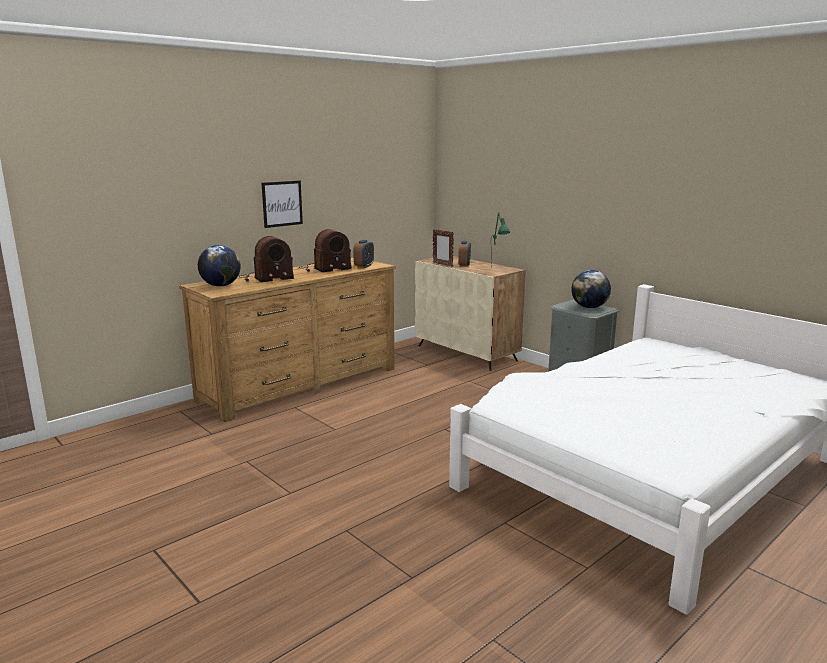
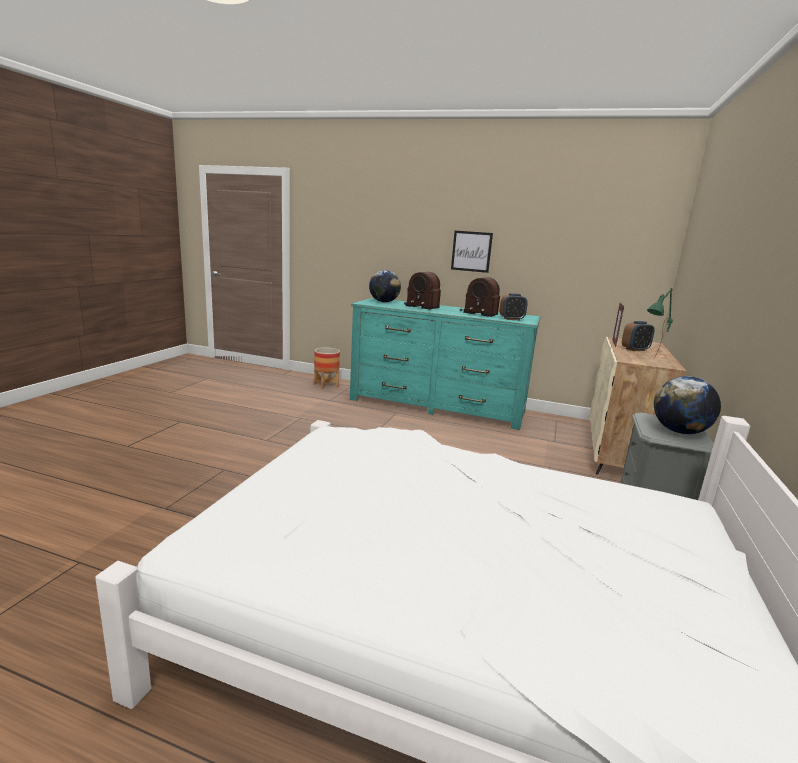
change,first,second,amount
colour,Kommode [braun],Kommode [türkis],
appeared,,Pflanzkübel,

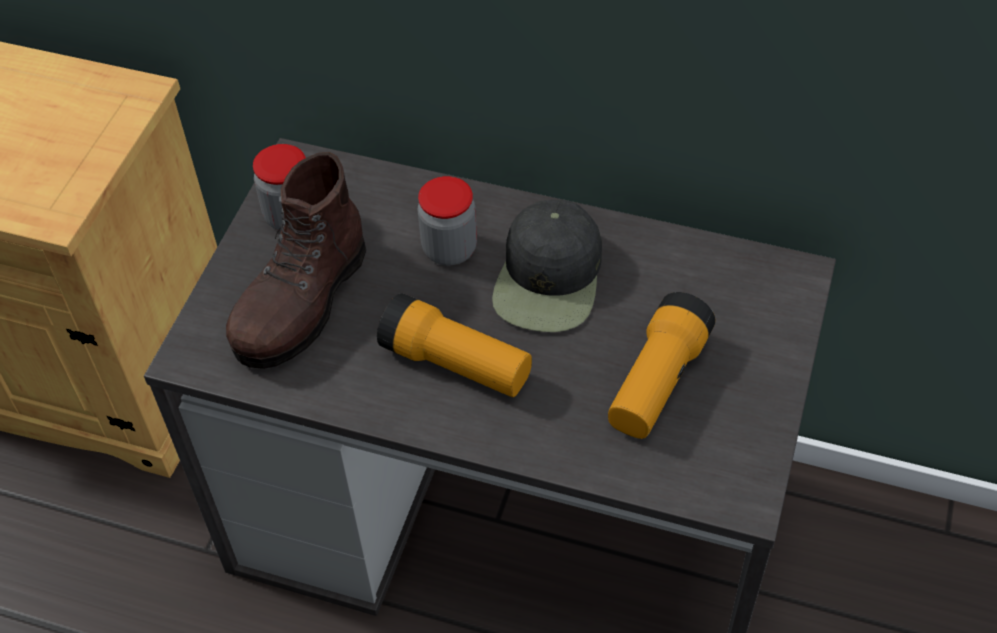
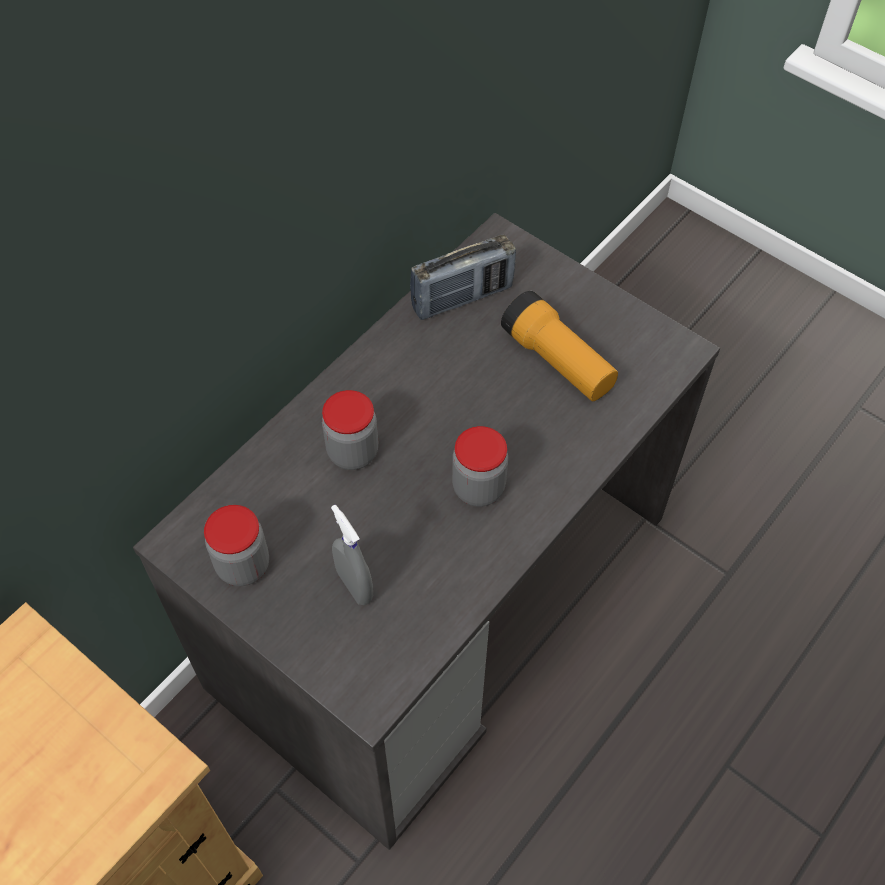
change,first,second,amount
exchanged,Stiefel [braun],Sprühflasche [grau],
exchanged,Taschenlampe (no. 1 from left),Vorratsglas (no. 3 from left),
missing,Kappe [schwarz],,
appeared,,Radio,

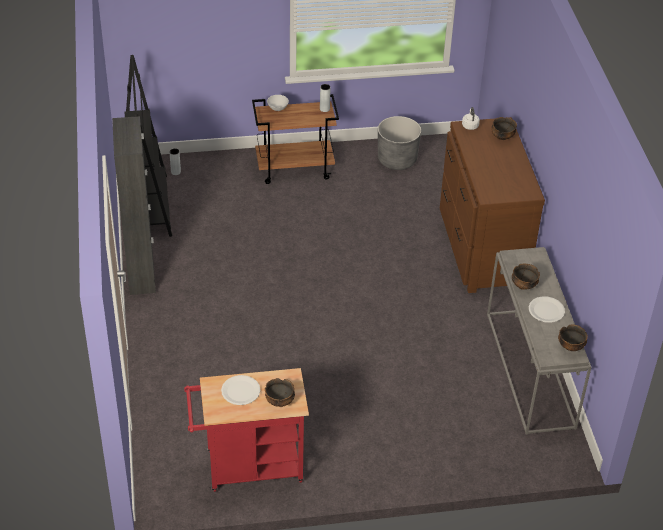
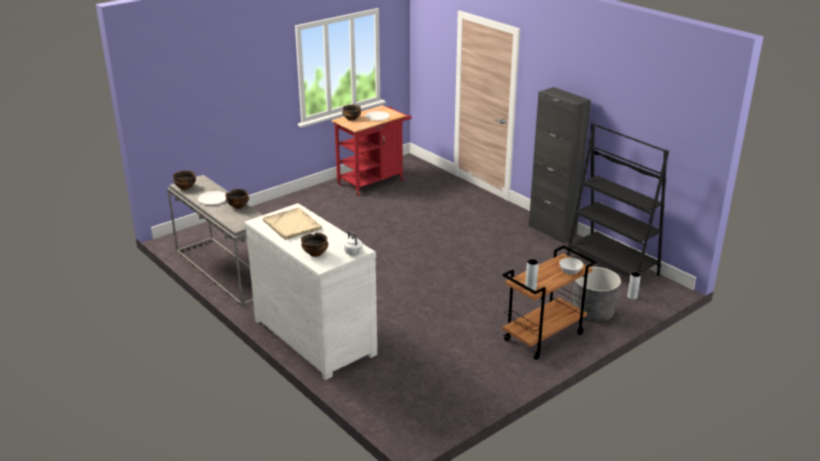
change,first,second,amount
relocated,Pflanzkübel [grau],,
colour,Kommode [braun],Kommode [weiß],
appeared,,Tablett [beige],

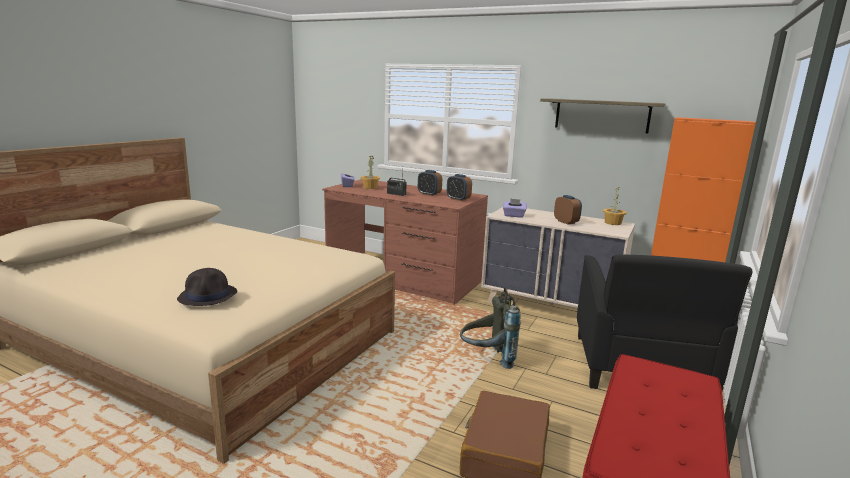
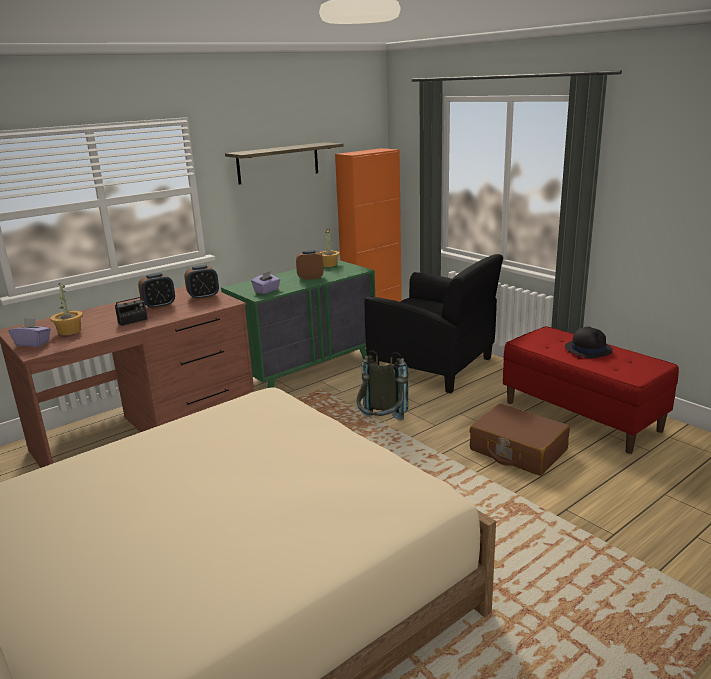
change,first,second,amount
relocated,Hut [schwarz],,
colour,Kommode [beige],Kommode [grün],

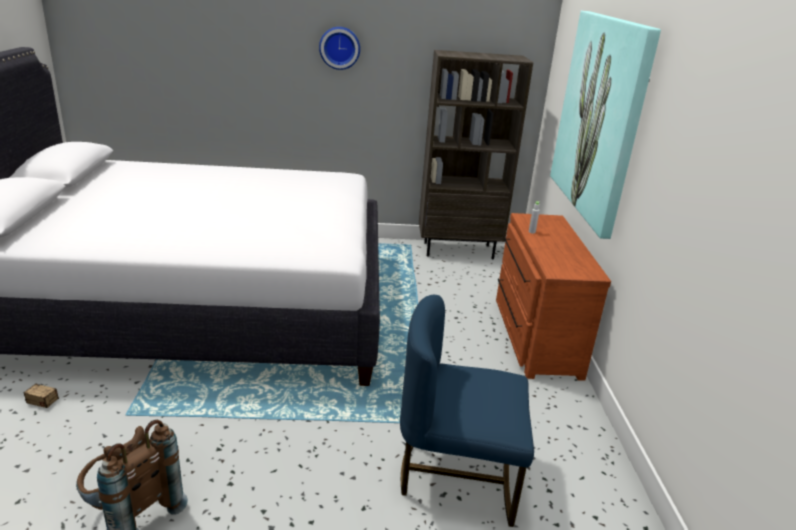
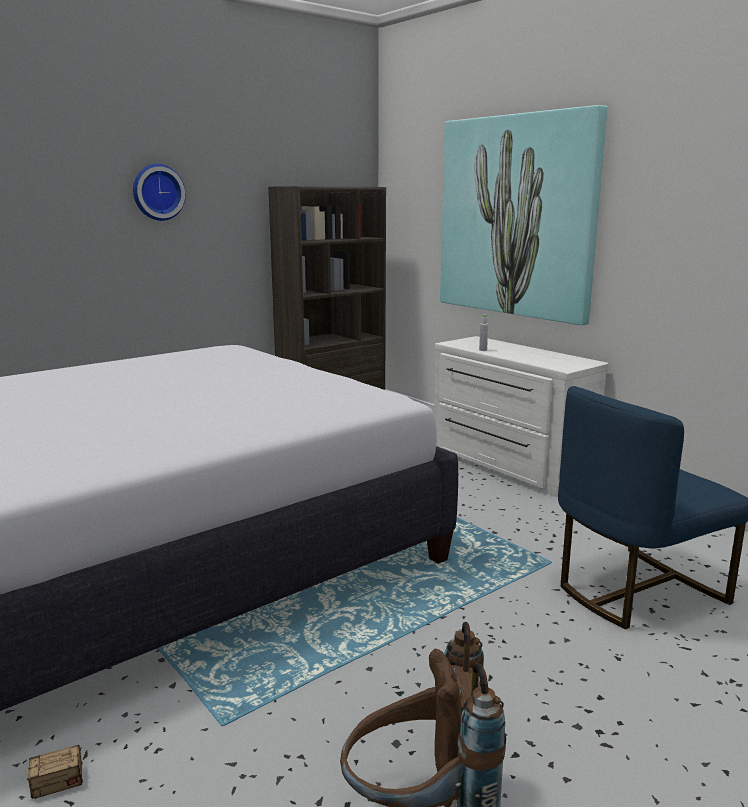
change,first,second,amount
colour,Kommode [braun],Kommode [weiß],

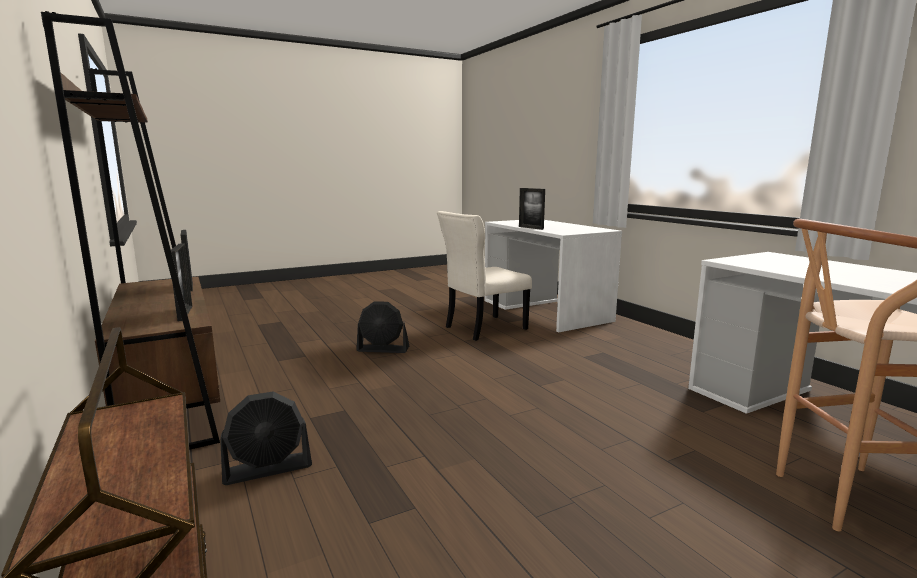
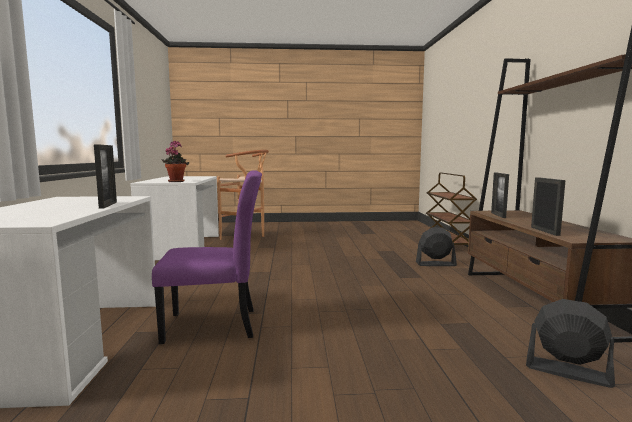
change,first,second,amount
relocated,Ventilator [schwarz] (no. 2 from left),,
colour,Stuhl [beige],Stuhl [lila],
appeared,,Topfpflanze,

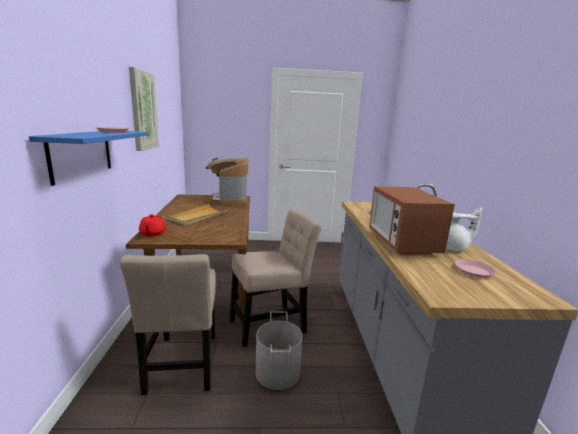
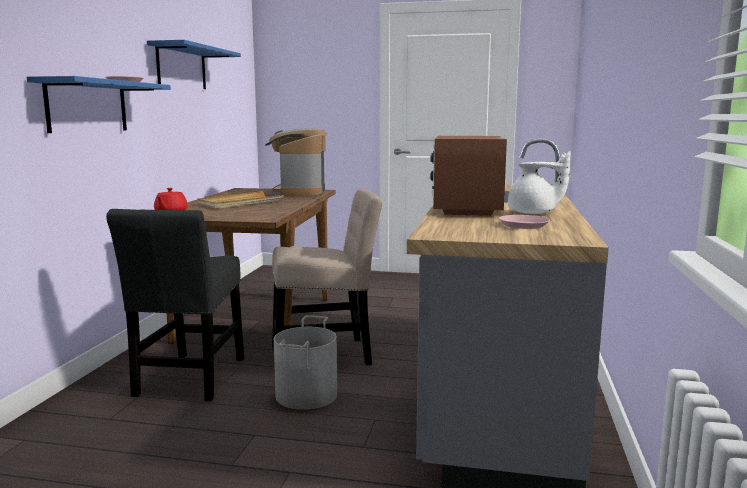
change,first,second,amount
colour,Stuhl [beige] (no. 1 from left),Stuhl [schwarz],
exchanged,Bild,Wandregal [blau] (no. 2 from left),

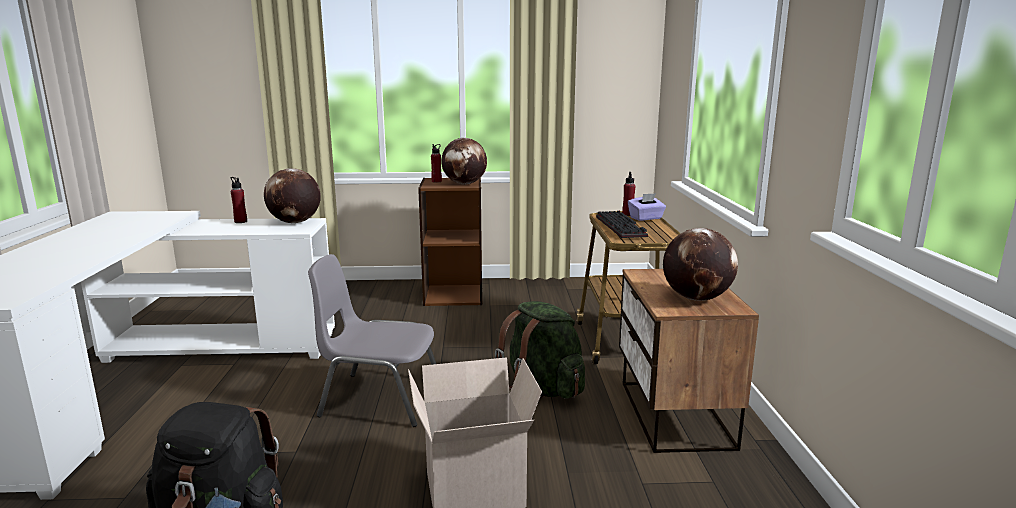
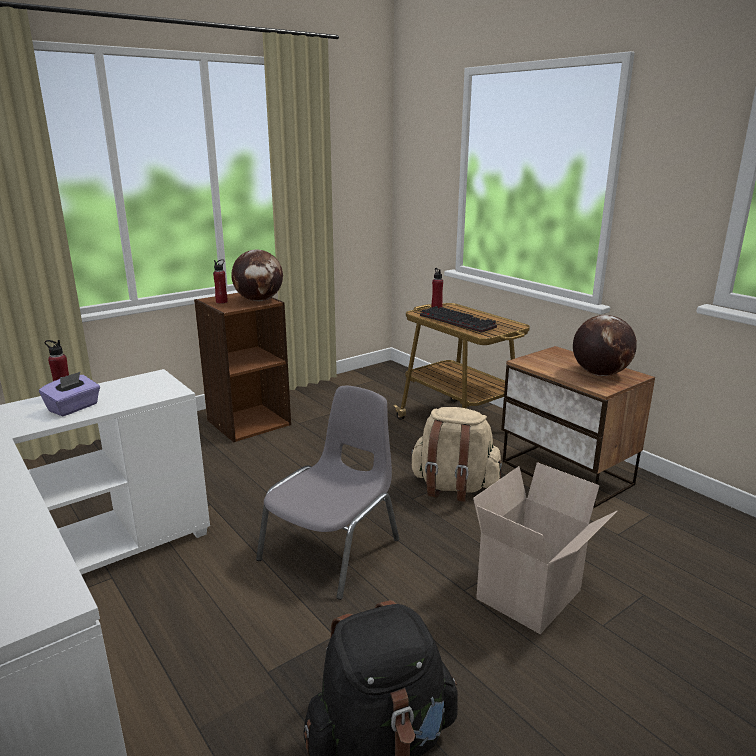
change,first,second,amount
missing,Globus (no. 1 from left),,
spun,Stuhl [grau],,150 degrees clockwise
colour,Rucksack [grün],Rucksack [beige],
relocated,Taschentuchbox [lila],,

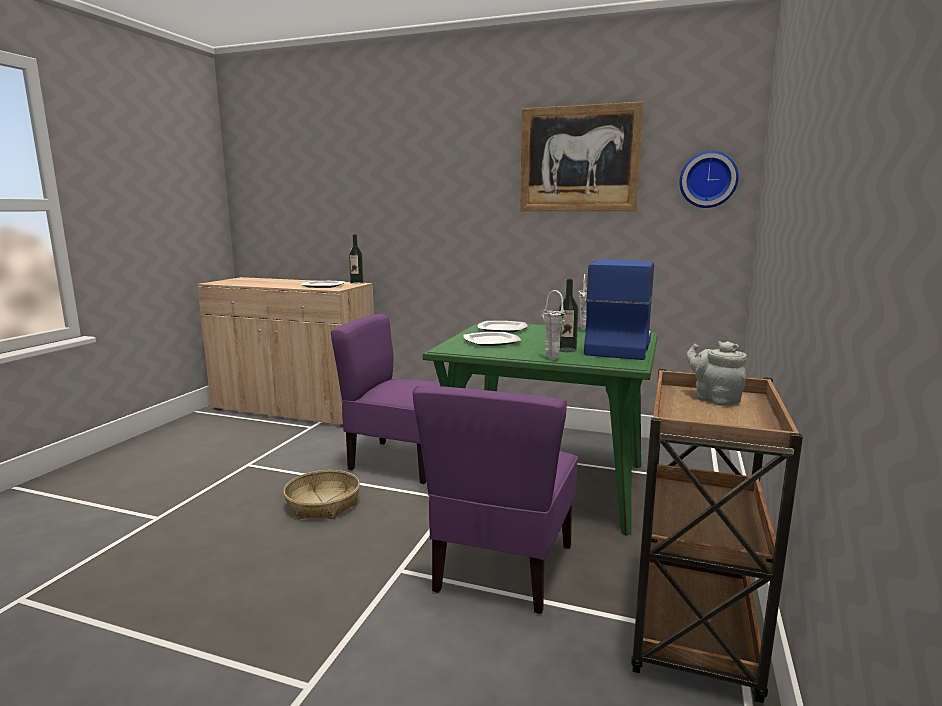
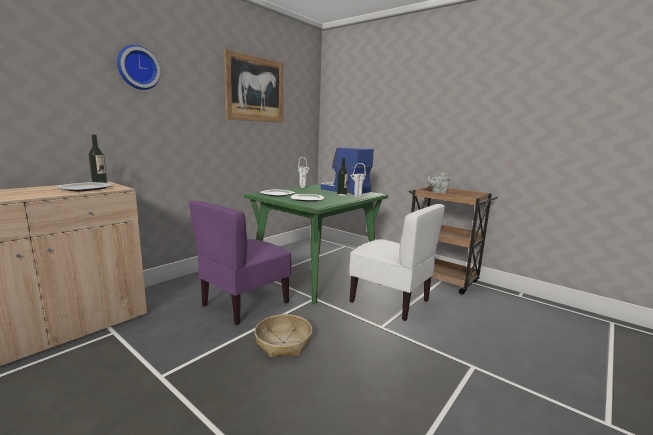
change,first,second,amount
colour,Stuhl [lila] (no. 2 from left),Stuhl [weiß],
relocated,Wanduhr,,

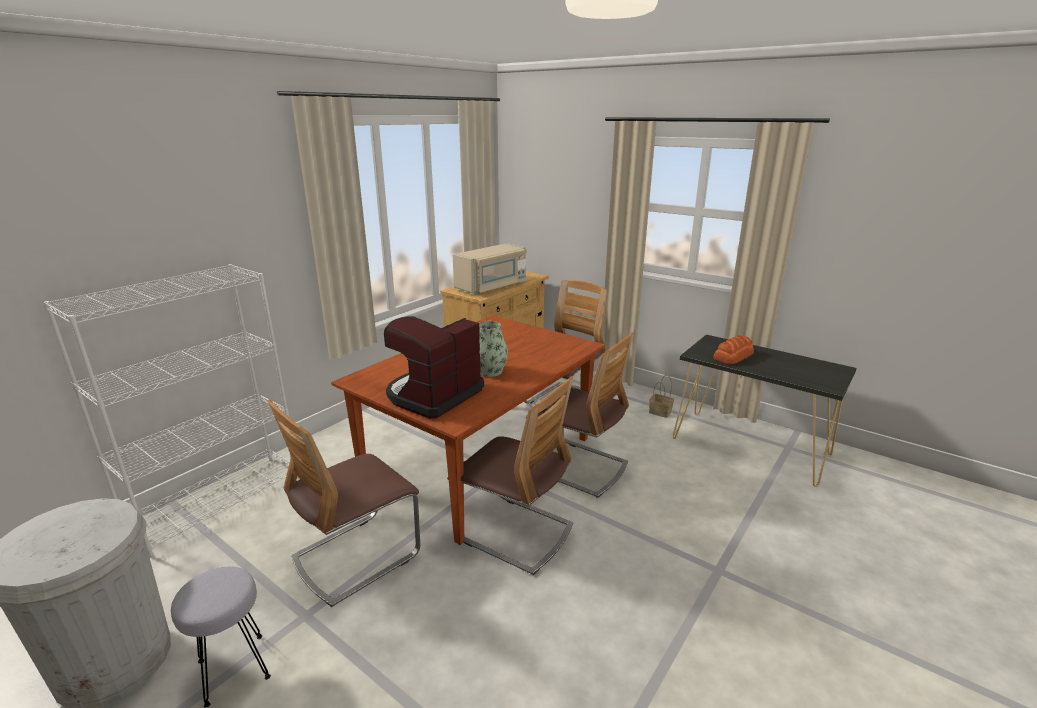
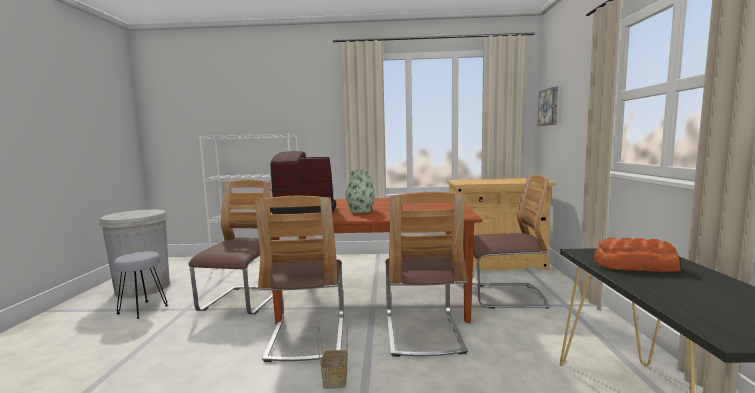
change,first,second,amount
spun,Stuhl (no. 1 from left),,90 degrees clockwise
missing,Mikrowelle [beige],,
relocated,Korb,,
appeared,,Bild,

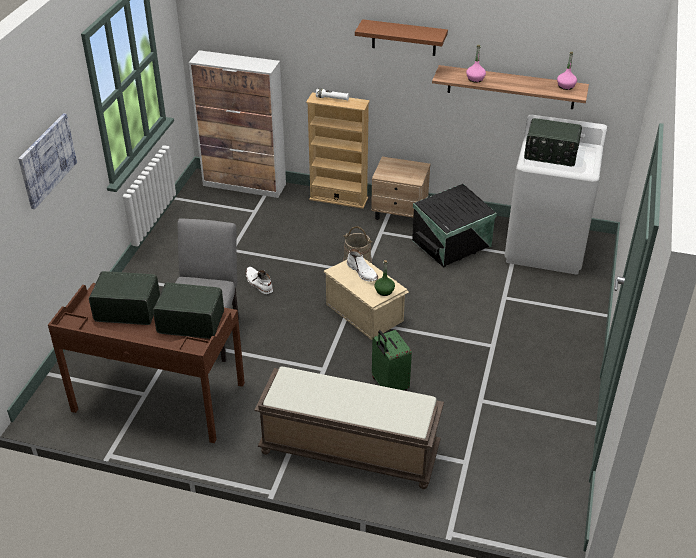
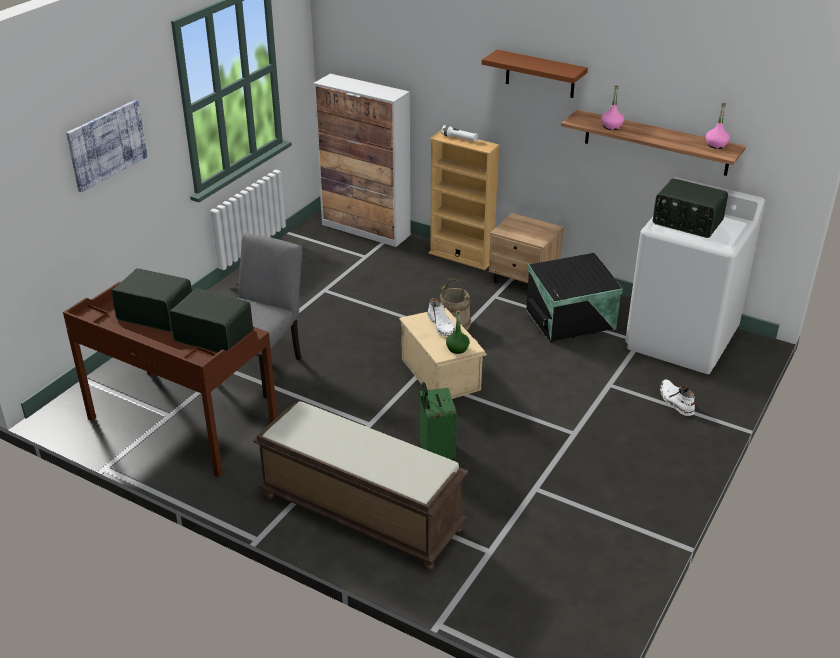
change,first,second,amount
relocated,Stiefel [weiß] (no. 1 from left in the first image),Stiefel [weiß] (no. 2 from left),

